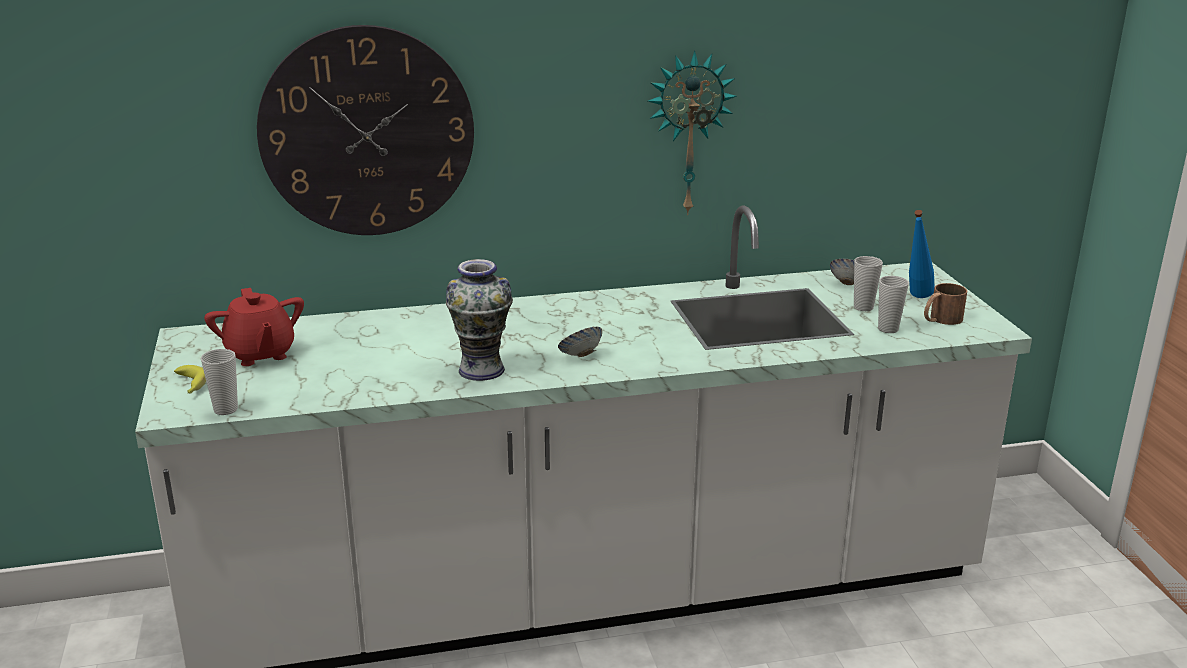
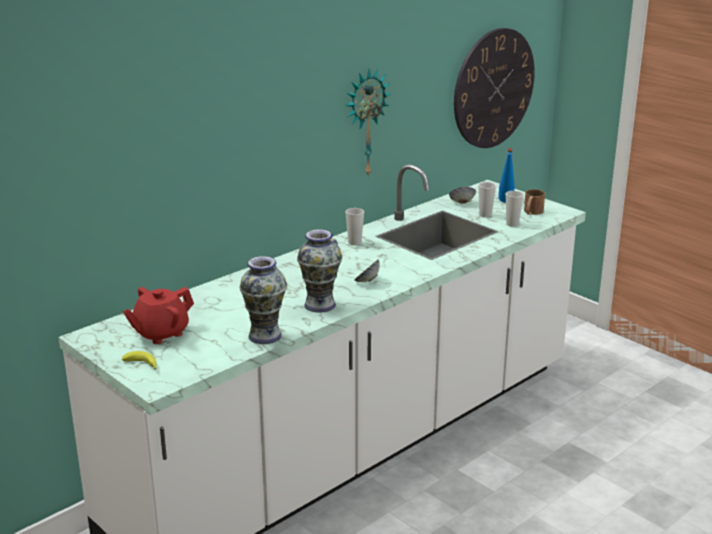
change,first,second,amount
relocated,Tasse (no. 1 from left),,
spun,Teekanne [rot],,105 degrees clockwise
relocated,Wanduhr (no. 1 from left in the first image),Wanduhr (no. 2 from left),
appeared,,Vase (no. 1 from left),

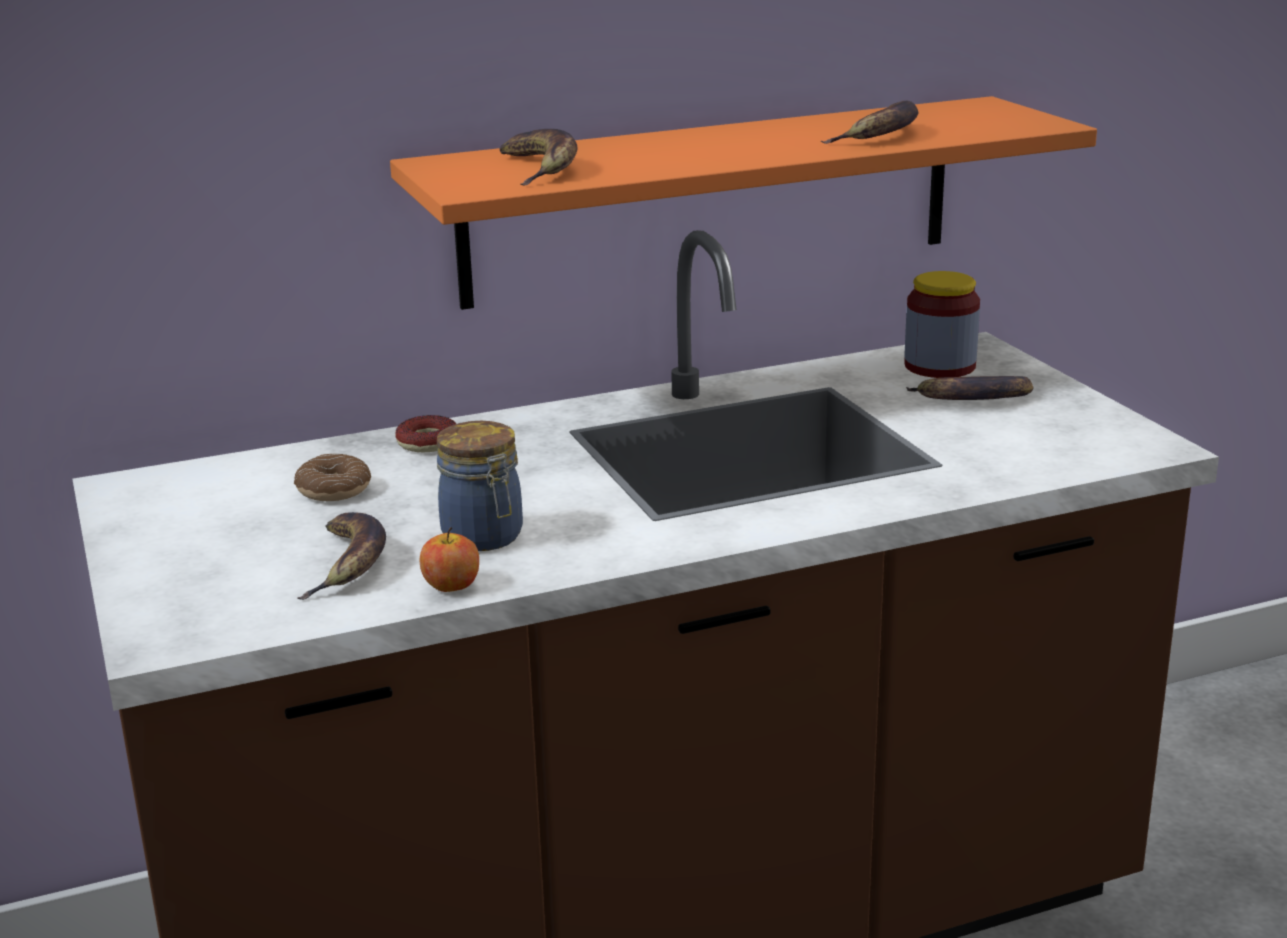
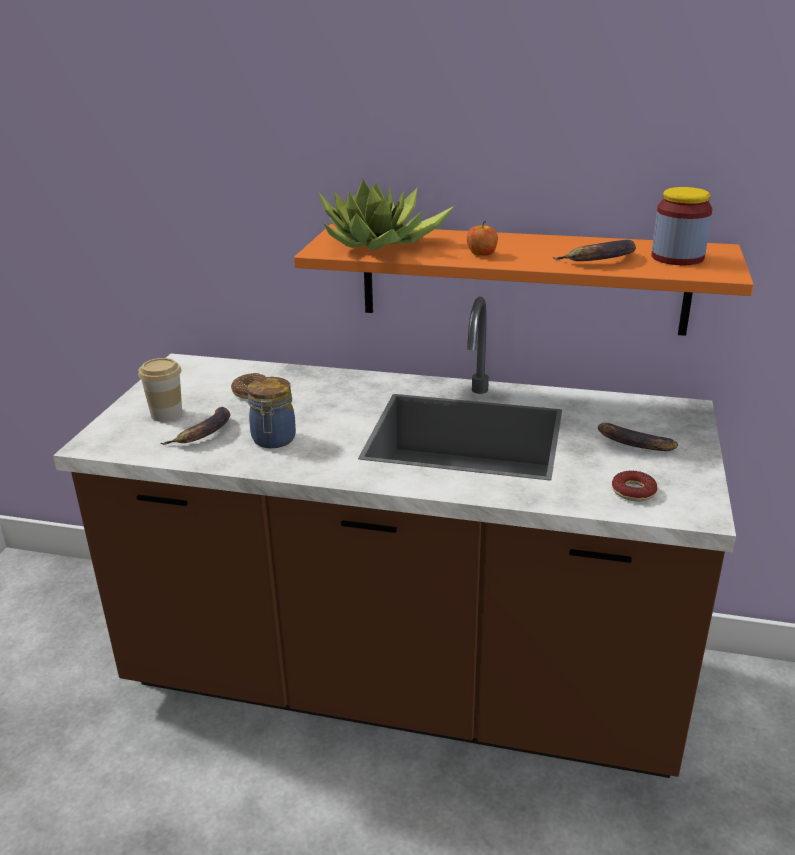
change,first,second,amount
relocated,Donut (no. 2 from left),,
relocated,Apfel,,
exchanged,Banane (no. 2 from left),Topfpflanze,
relocated,Vorratsglas (no. 2 from left),,
appeared,,Tasse,

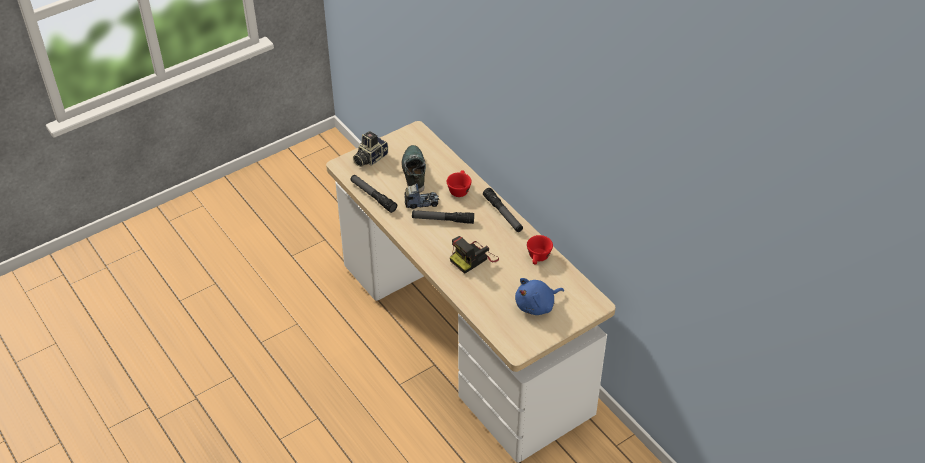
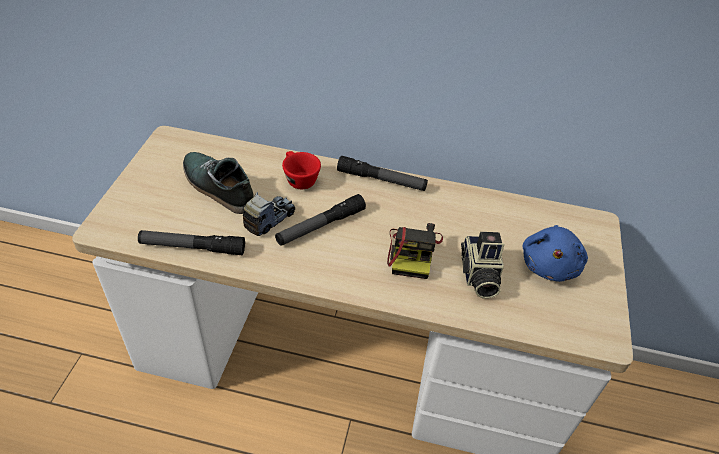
change,first,second,amount
relocated,Kamera (no. 1 from left in the first image),Kamera (no. 2 from left),
missing,Tasse [rot] (no. 2 from left),,

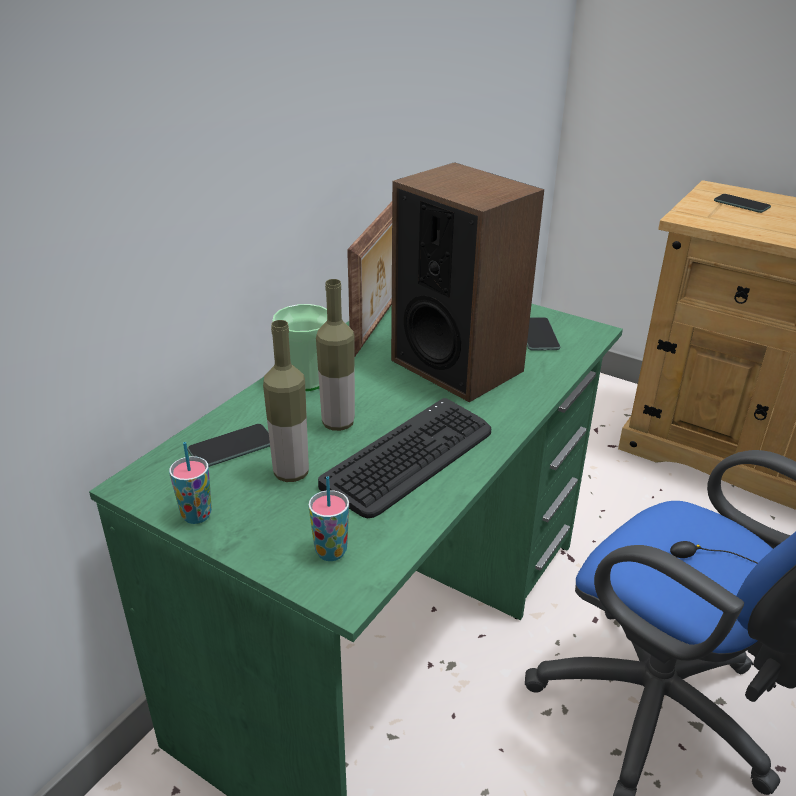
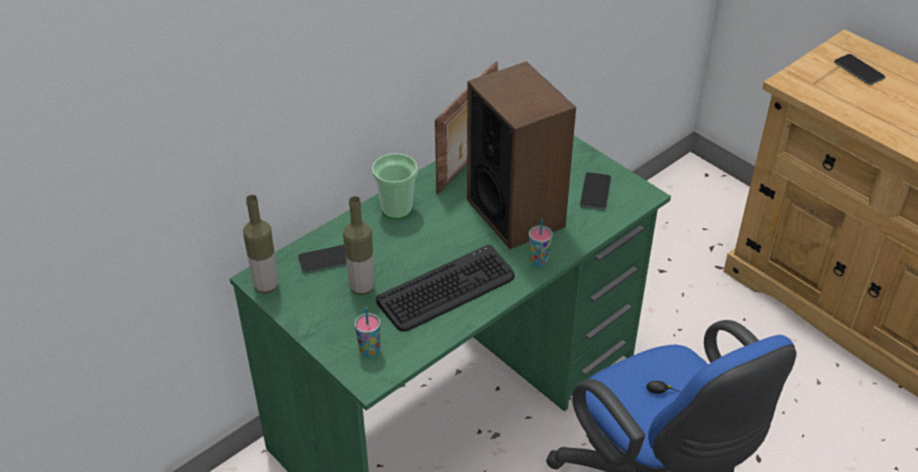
change,first,second,amount
relocated,Tasse (no. 1 from left in the first image),Tasse (no. 3 from left),
relocated,Flasche (no. 2 from left in the first image),Flasche (no. 1 from left),

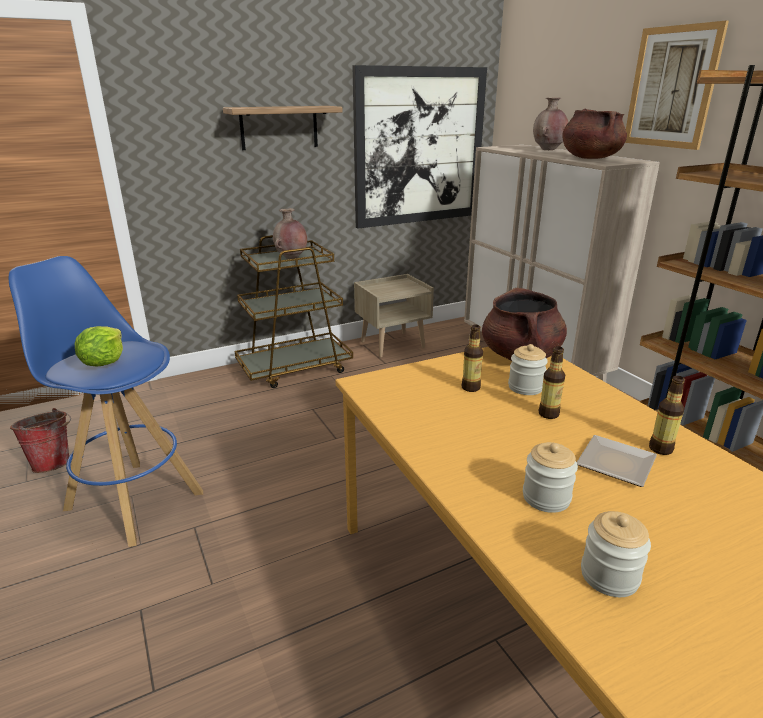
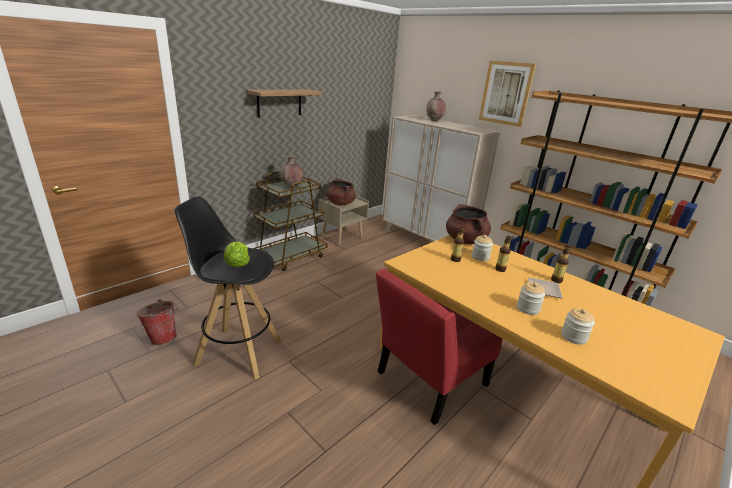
change,first,second,amount
colour,Hocker [blau],Hocker [schwarz],
missing,Bild (no. 1 from left),,
relocated,Kochtopf [braun] (no. 2 from left in the first image),Kochtopf [braun] (no. 1 from left),
appeared,,Stuhl [rot],

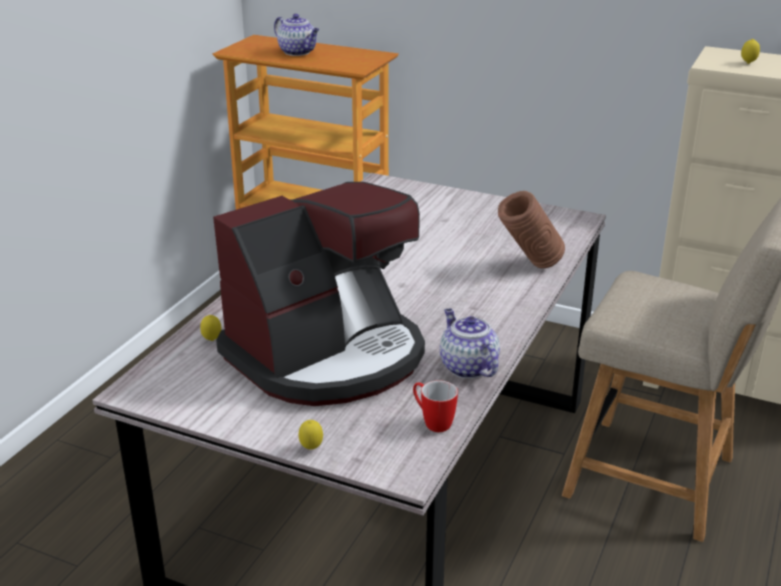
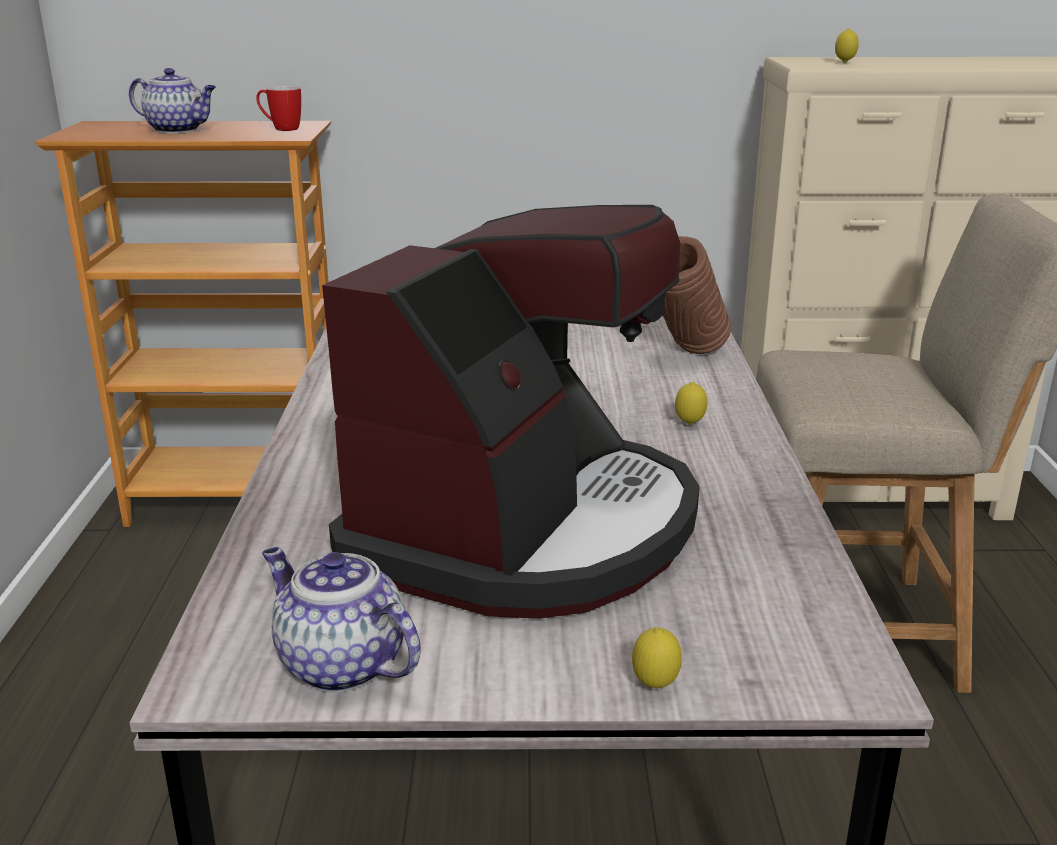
change,first,second,amount
relocated,Zitrone (no. 1 from left in the first image),Zitrone (no. 2 from left),
relocated,Henkelbecher,,
relocated,Teekanne (no. 2 from left),,

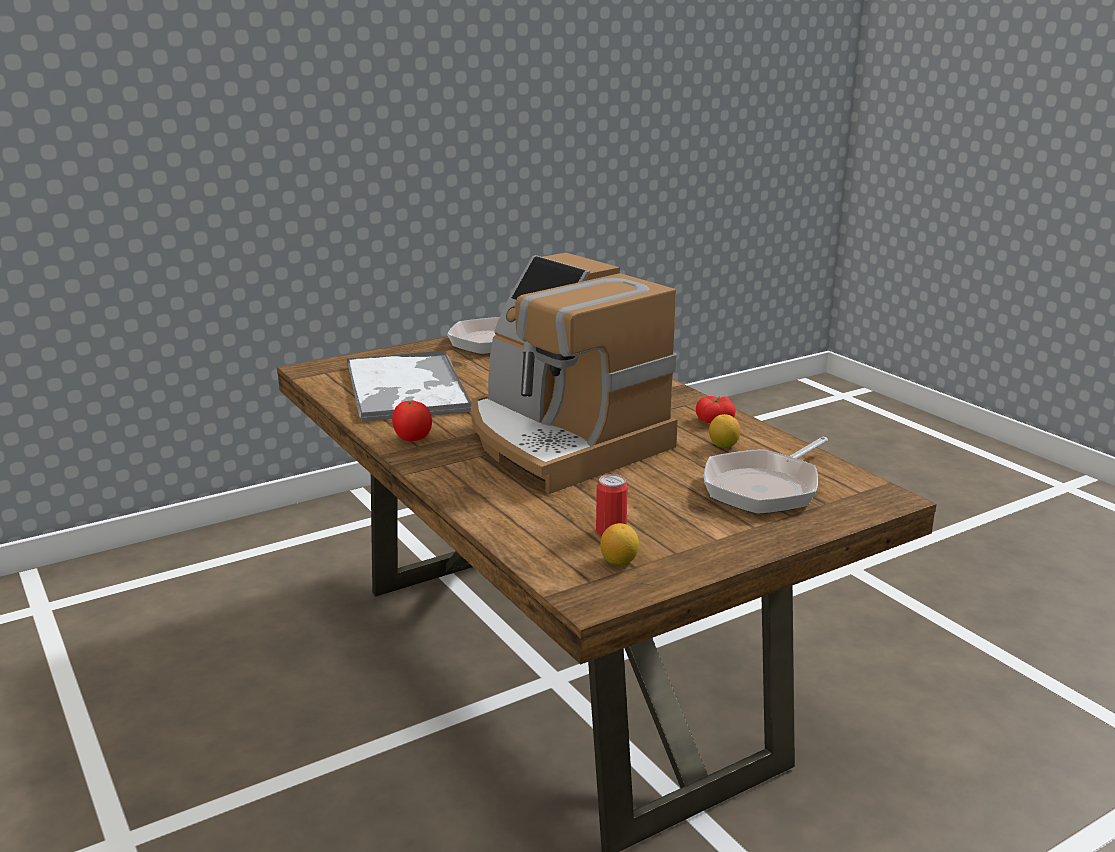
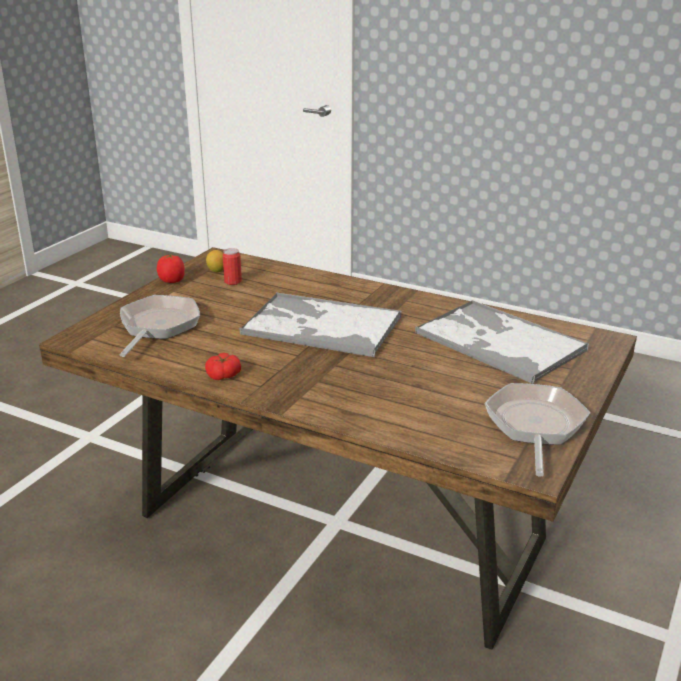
change,first,second,amount
relocated,Tomate (no. 1 from left),,
exchanged,Kaffeemaschine,Tablett (no. 1 from left),
missing,Zitrone (no. 2 from left),,

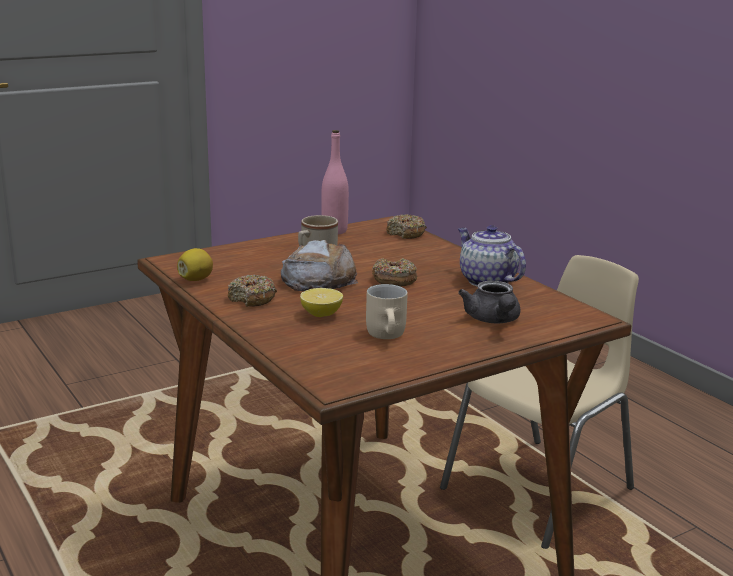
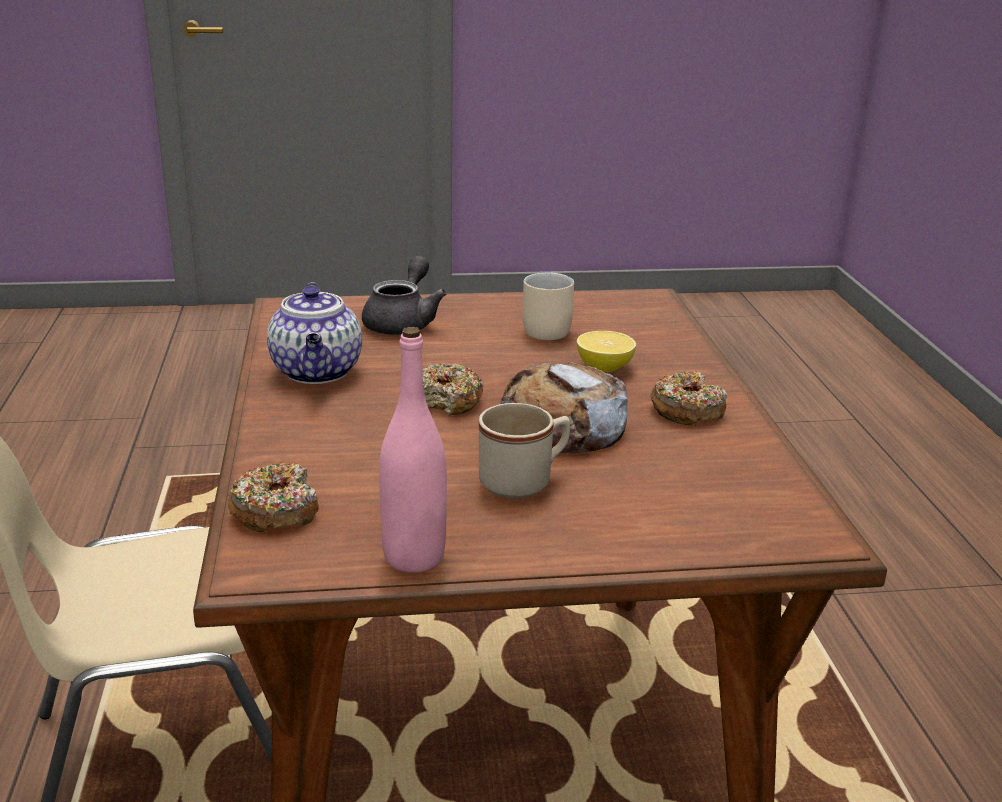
change,first,second,amount
missing,Zitrone (no. 1 from left),,

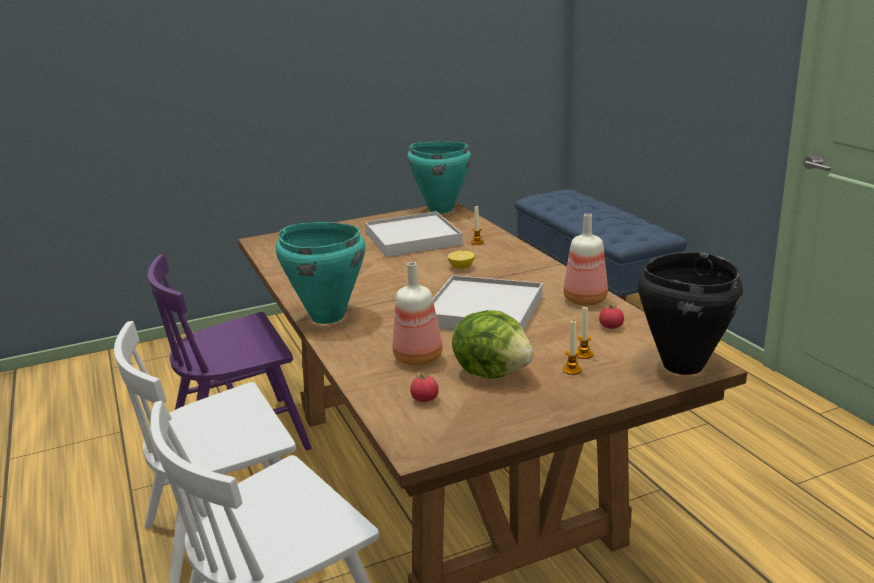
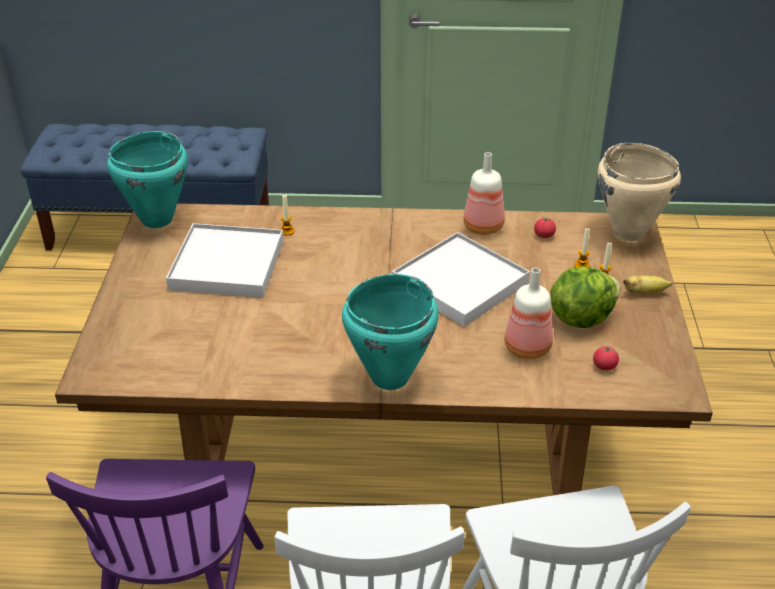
change,first,second,amount
missing,Zitrone,,
colour,Kochtopf [schwarz],Kochtopf [beige],
appeared,,Banane,

